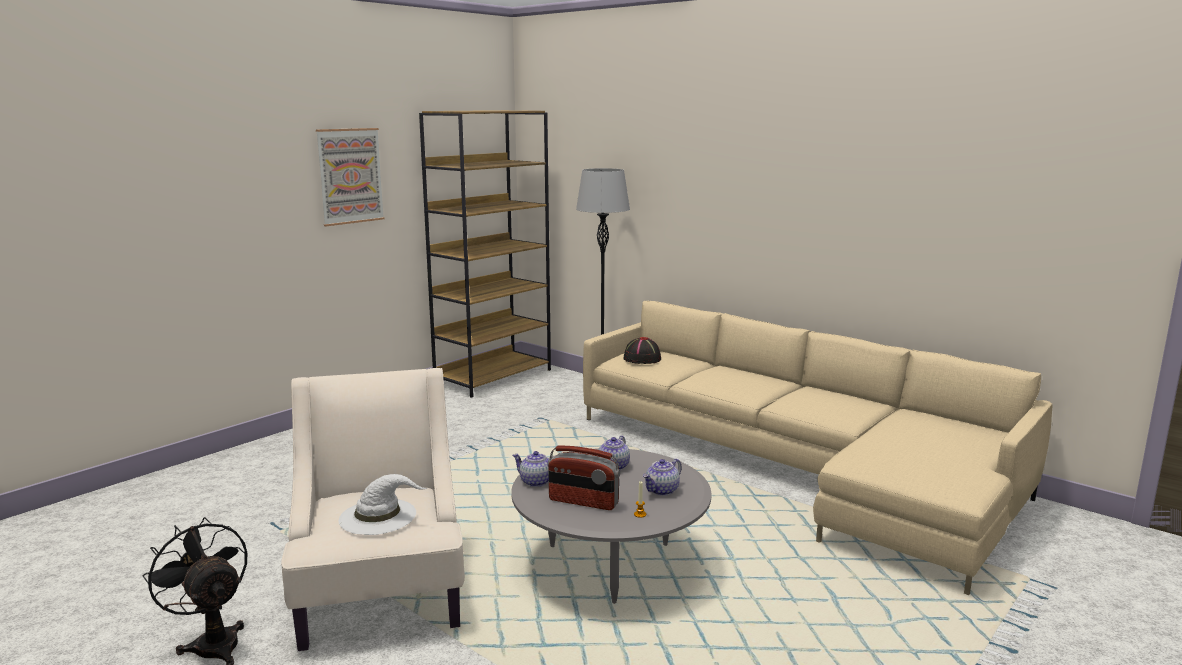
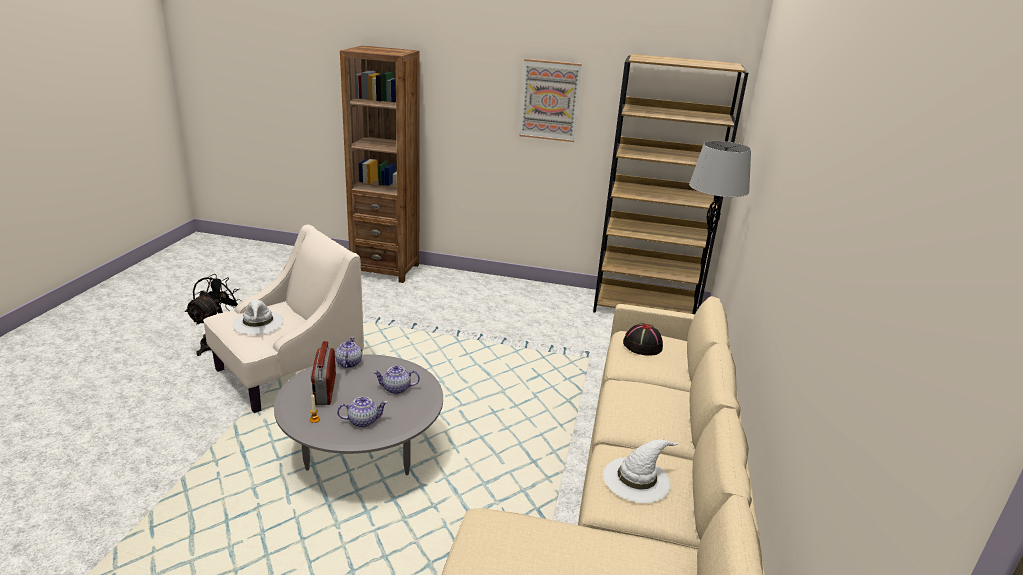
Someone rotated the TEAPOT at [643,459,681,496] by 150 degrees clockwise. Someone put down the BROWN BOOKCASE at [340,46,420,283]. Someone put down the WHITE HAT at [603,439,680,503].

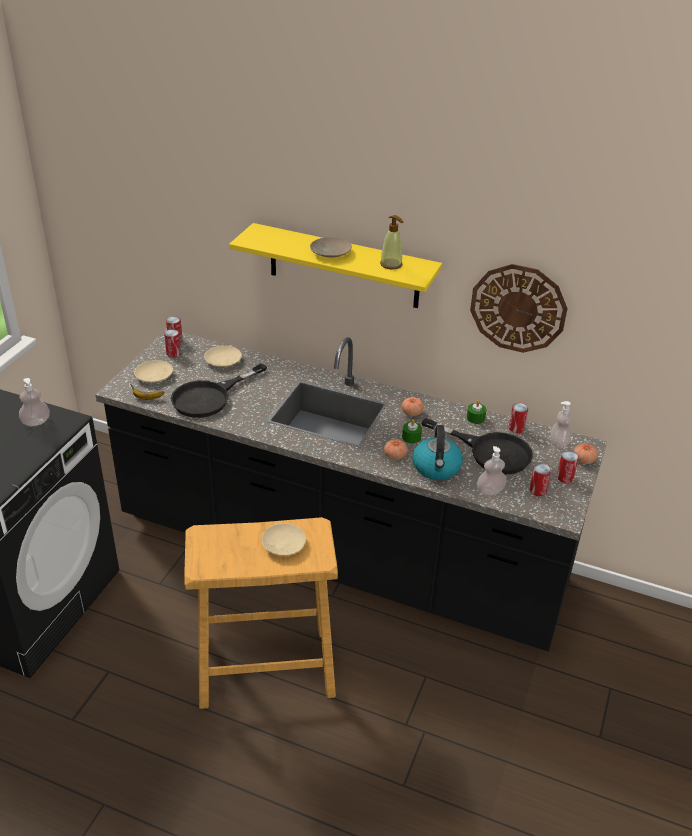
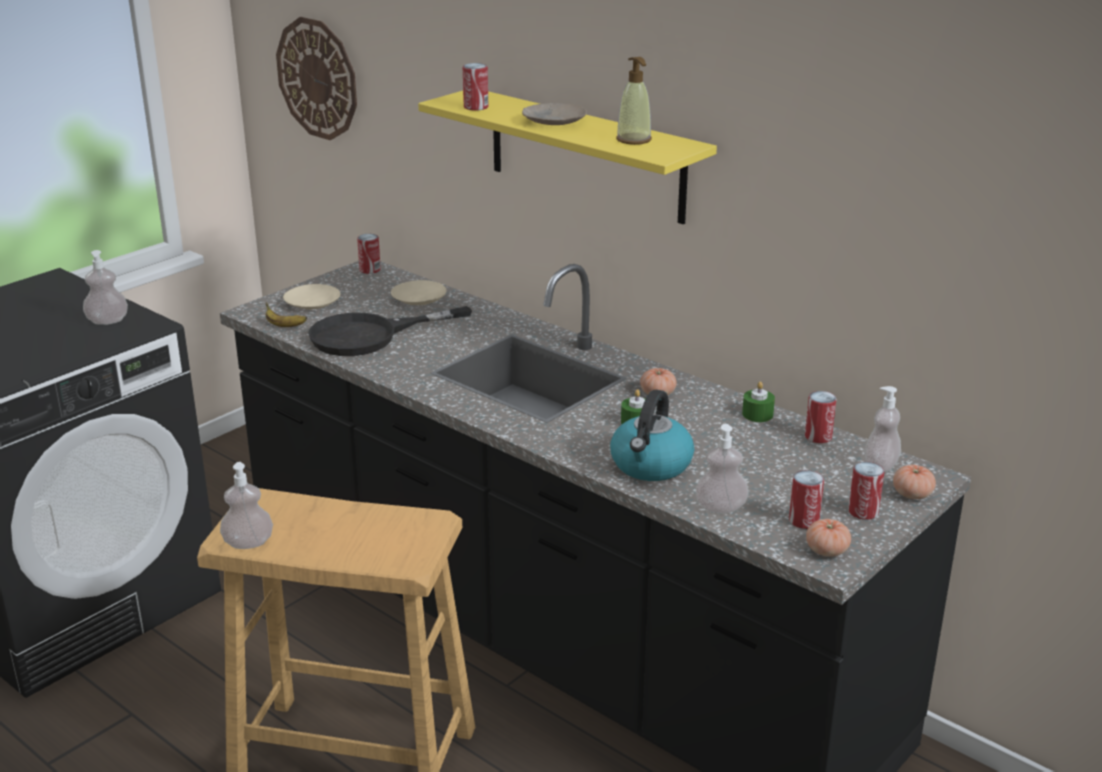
Someone put down the SOAP DISPENSER at [220,462,273,549]. Someone carried the WALL CLOCK from [470,264,568,353] to [276,17,357,140]. Someone carried the CAN from [164,329,181,357] to [463,63,488,111]. Someone carried the TOMATO from [384,439,408,460] to [806,519,851,557]. Someone took away the BEIGE PLATE at [262,523,306,556]. Someone took away the BLACK FRYING PAN at [421,418,533,475].

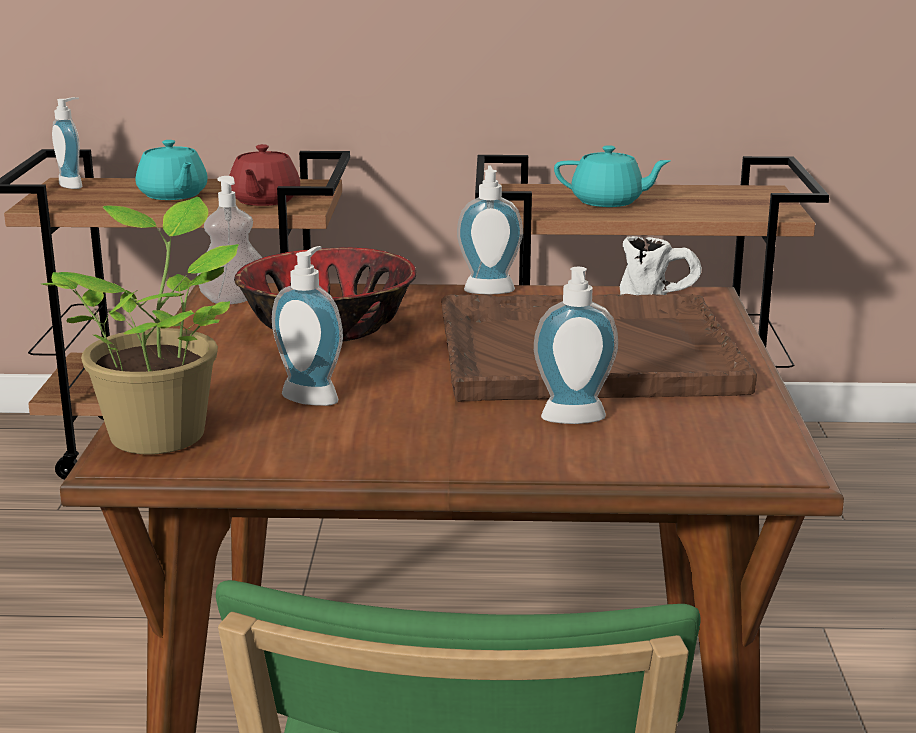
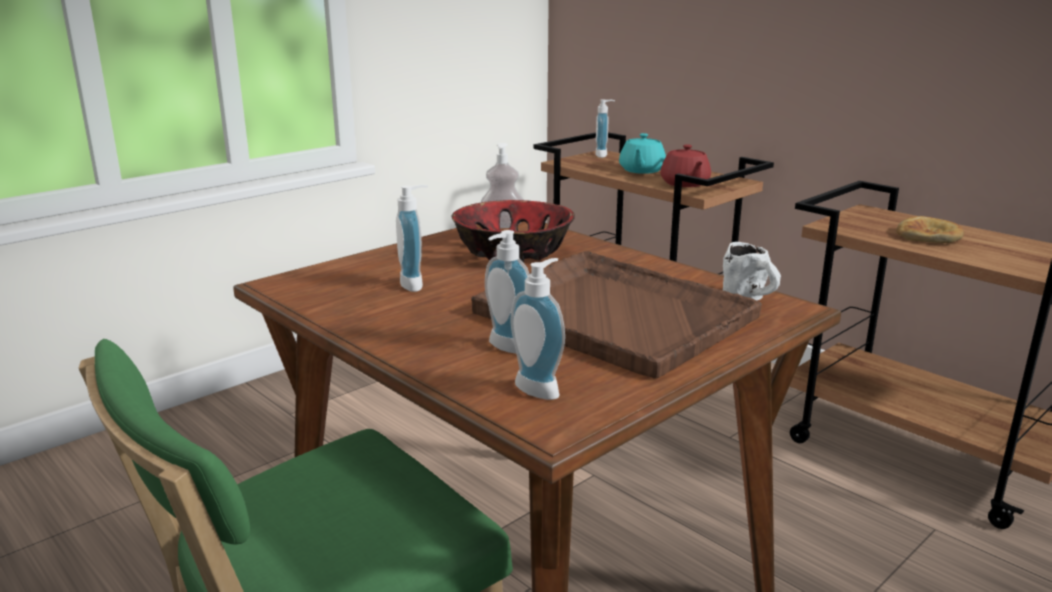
Someone carried the SOAP DISPENSER from [457,166,523,295] to [511,258,565,400]. Someone rotated the RED TEAPOT at [229,144,300,206] by 60 degrees counterclockwise. Someone swapped the TURQUOISE TEAPOT at [554,145,671,207] for the BREAD at [896,216,964,243]. Someone took away the POTTED PLANT at [42,196,239,454].

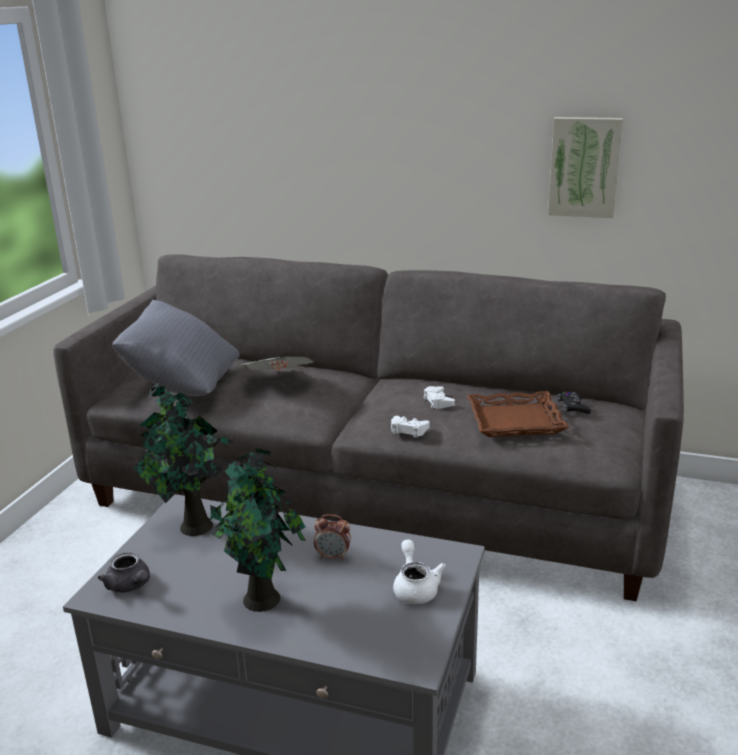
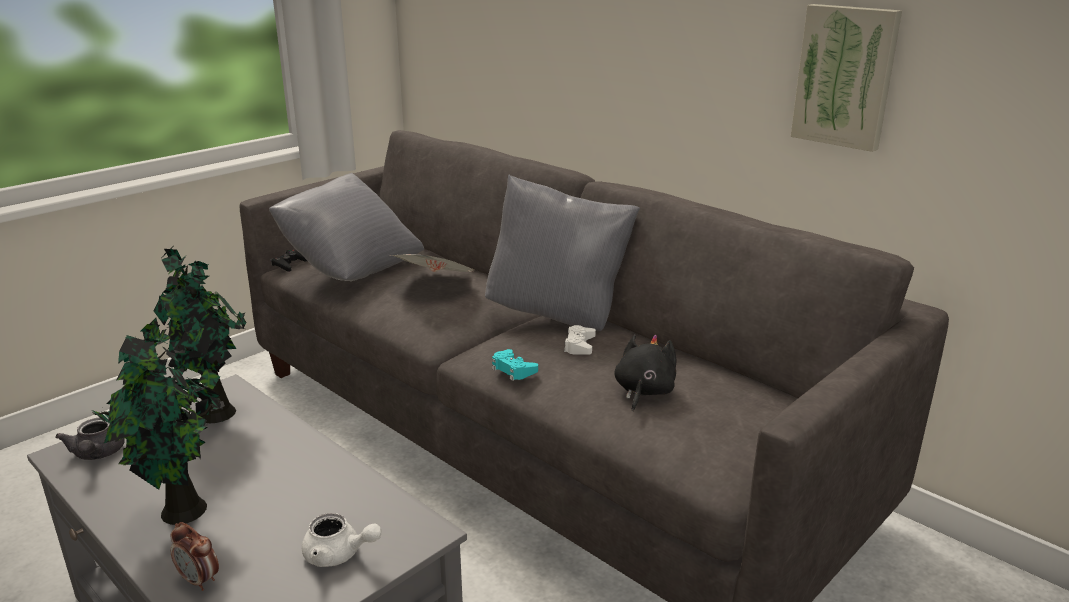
Someone carried the ALARM CLOCK from [314,514,351,560] to [170,522,219,591]. Someone carried the BLACK GAME CONTROLLER from [558,392,591,414] to [271,250,307,272]. Someone rotated the WHITE TEAPOT at [393,539,446,604] by 90 degrees clockwise. Someone put down the GREY PILLOW at [485,174,640,331]. Someone repainted the WHITE GAME CONTROLLER at [391,416,430,438], which became the TURQUOISE GAME CONTROLLER at [492,349,538,381]. Someone swapped the BROWN TRAY at [467,391,569,437] for the BLACK PLUSH TOY at [614,334,677,412].

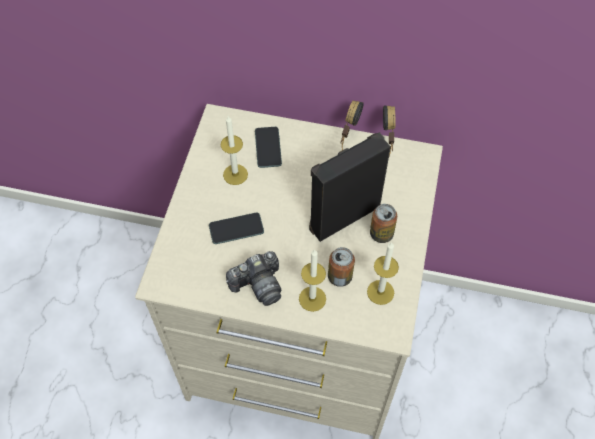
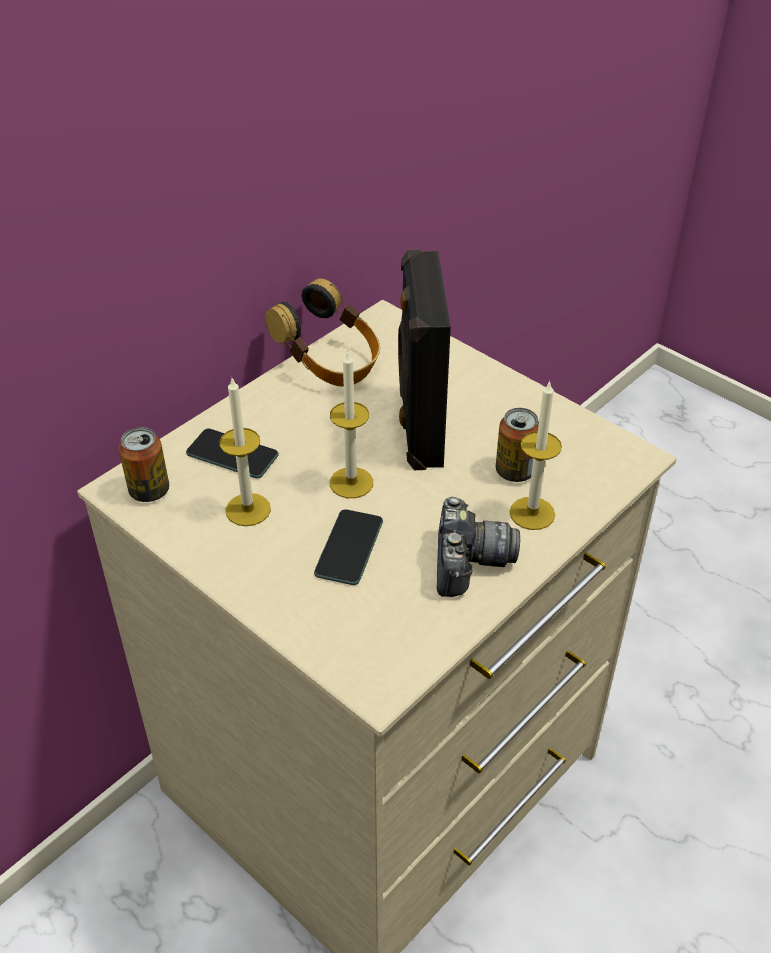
Someone carried the CAN from [370,204,397,243] to [119,427,169,502]. Someone carried the CANDLE from [367,242,399,305] to [330,350,373,498].

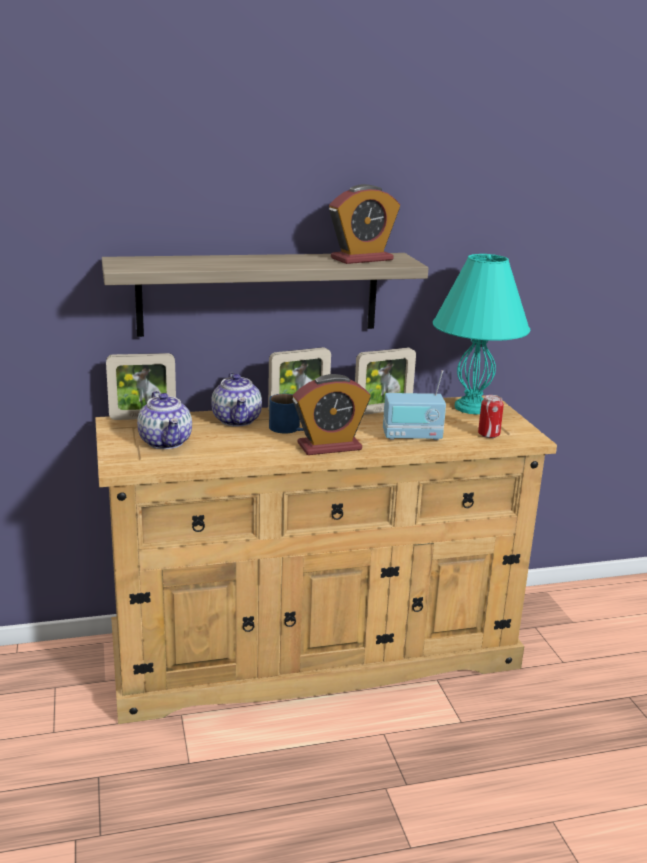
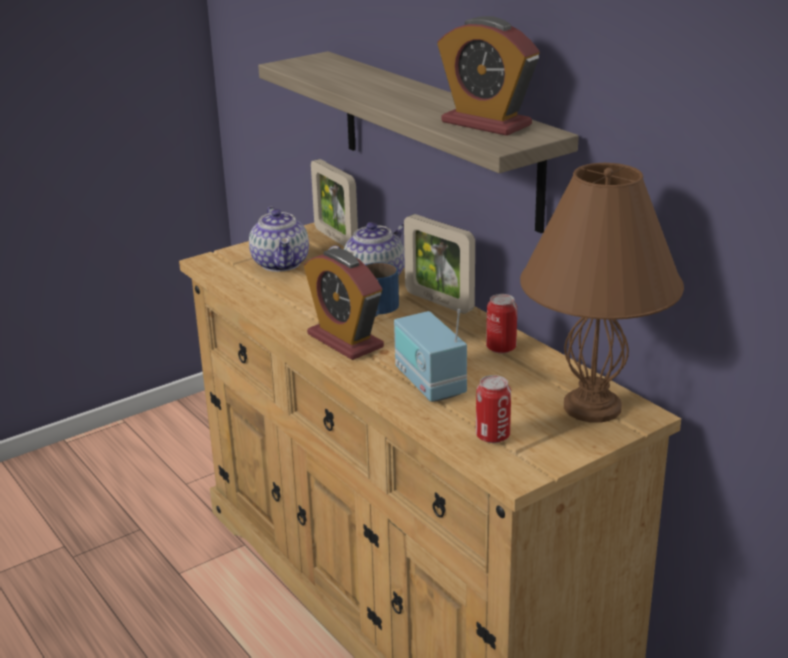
Someone rotated the TEAPOT at [137,391,192,449] by 60 degrees counterclockwise. Someone swapped the PICTURE FRAME at [355,348,416,415] for the CAN at [486,294,517,354]. Someone repainted the TURQUOISE TABLE LAMP at [433,254,530,414], which became the BROWN TABLE LAMP at [520,163,684,423].

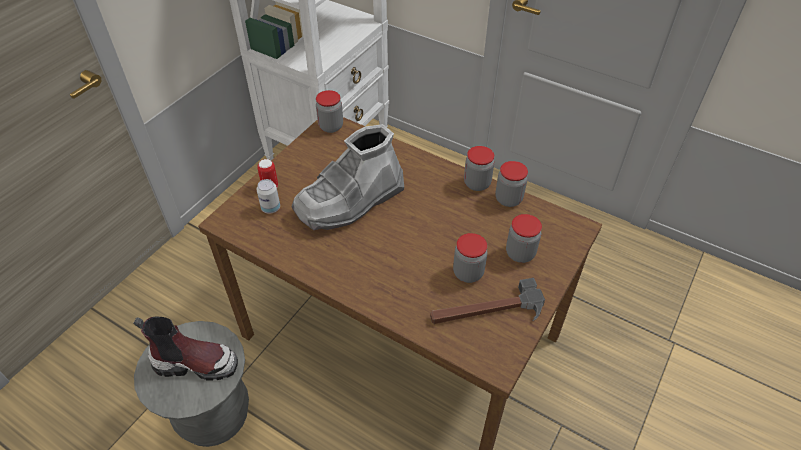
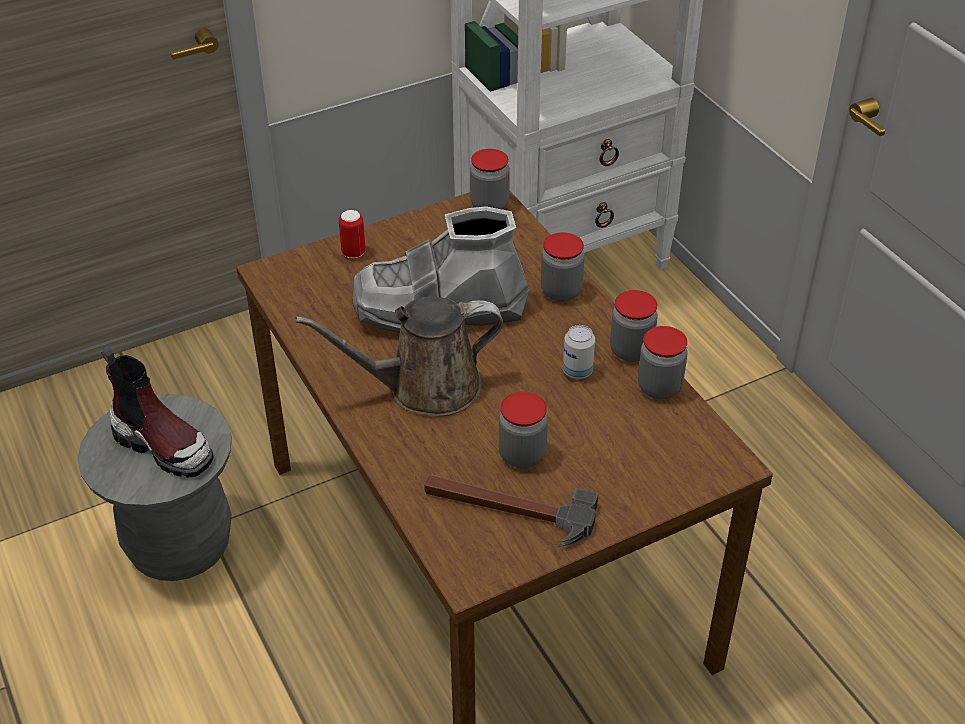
Someone put down the BROWN WATERING CAN at [295,296,503,416]. Someone carried the JAR from [506,214,542,263] to [541,232,585,301]. Someone carried the CAN from [256,179,280,214] to [563,325,595,379].

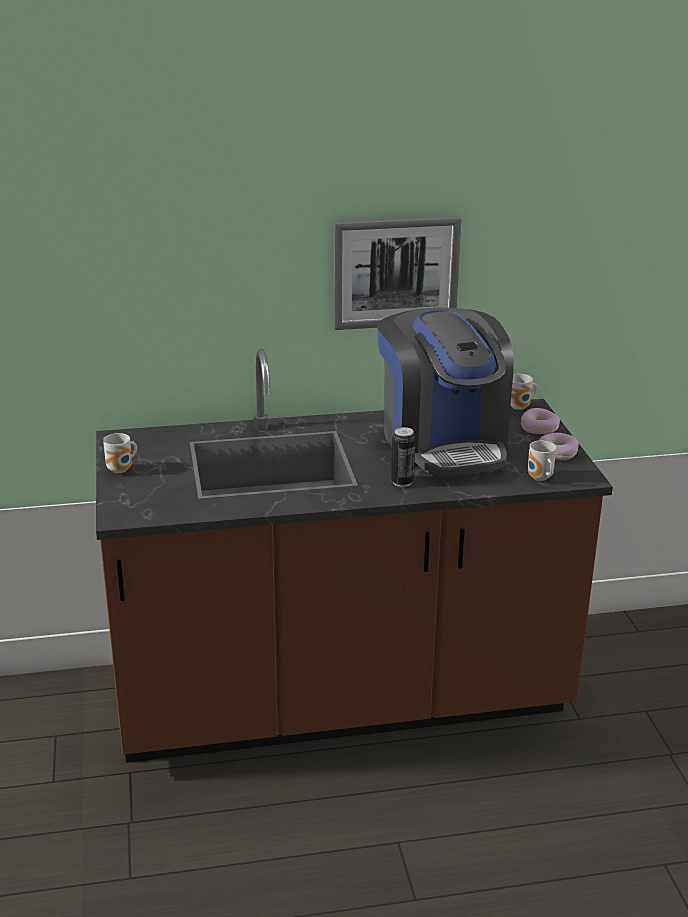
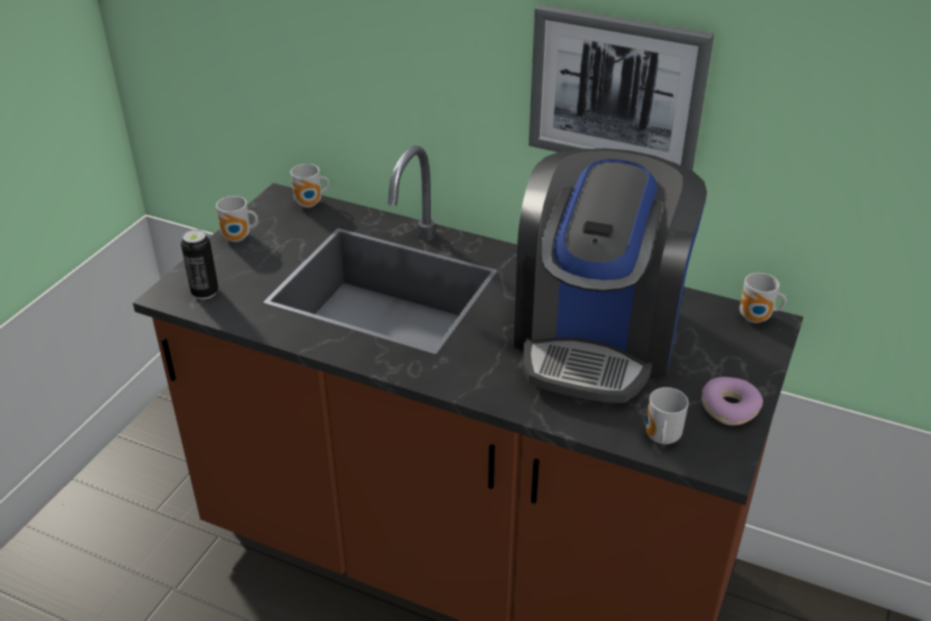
Someone carried the CAN from [391,427,416,487] to [181,229,218,300]. Someone put down the MUG at [290,164,330,208]. Someone took away the DONUT at [521,408,560,434].

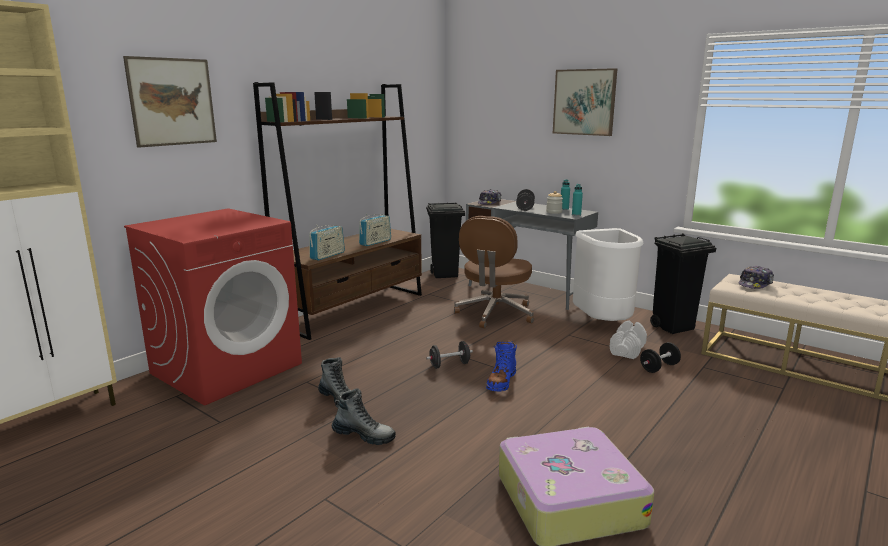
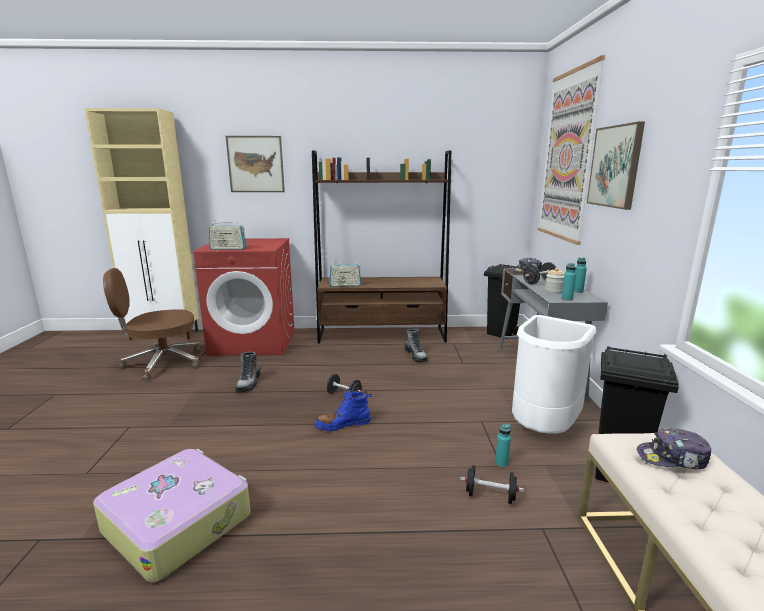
Someone carried the BROWN OFFICE CHAIR from [454,216,534,328] to [103,268,201,381]. Someone carried the RADIO from [359,214,391,246] to [209,222,247,250]. Someone carried the BOOT from [332,388,396,445] to [404,329,428,362]. Someone swapped the WHITE DUMBBELL at [610,320,647,359] for the TURQUOISE BOTTLE at [495,424,511,467]. Someone put up the PICTURE at [538,55,605,245].

